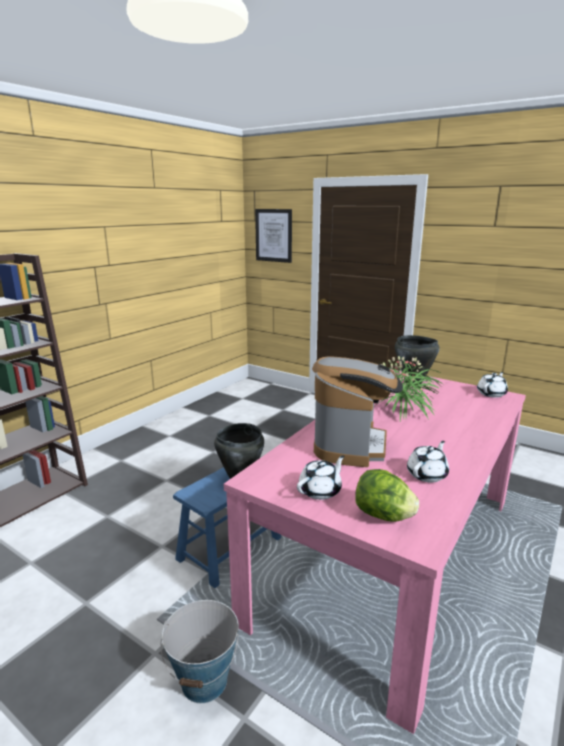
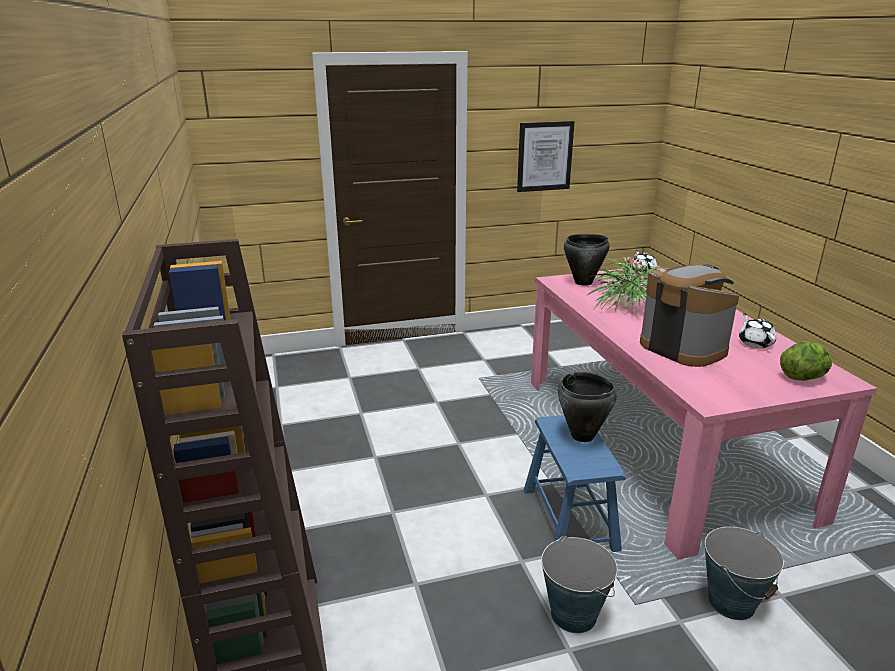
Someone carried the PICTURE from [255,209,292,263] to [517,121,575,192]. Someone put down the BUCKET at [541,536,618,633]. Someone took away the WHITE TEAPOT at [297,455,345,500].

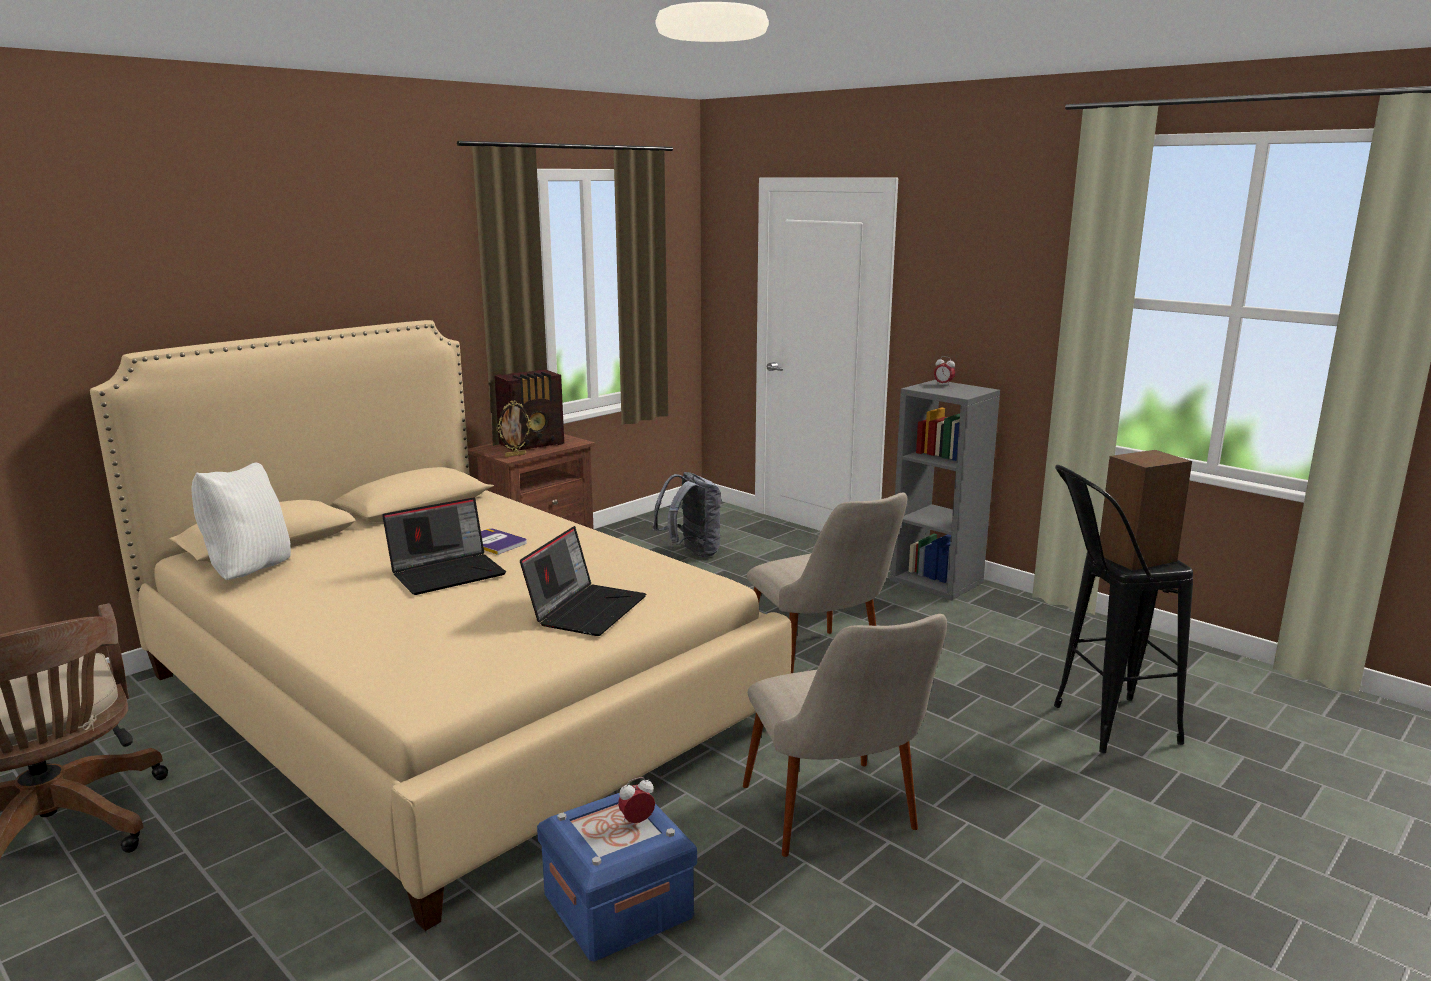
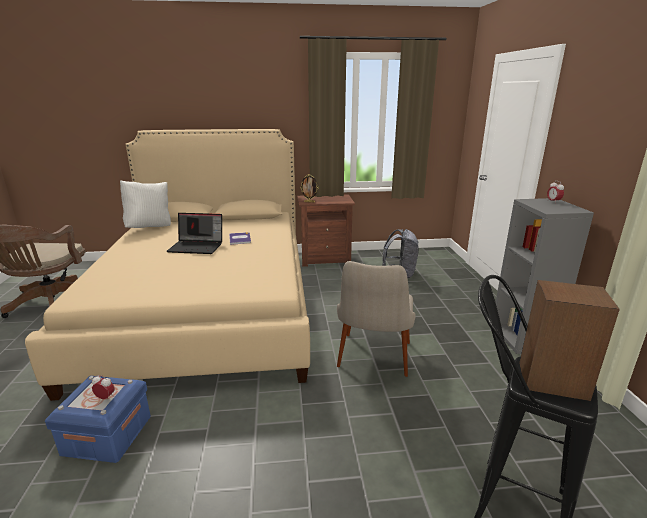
Someone took away the RADIO at [494,370,564,452]. Someone took away the LAPTOP at [520,526,646,636]. Someone took away the BEIGE CHAIR at [743,614,947,857].

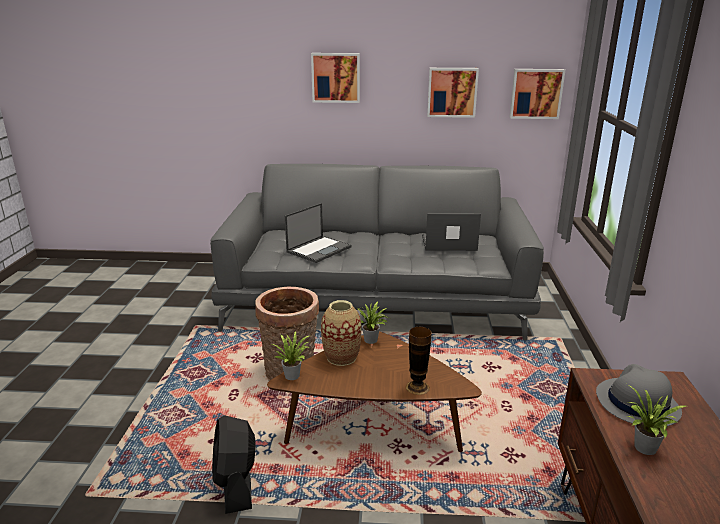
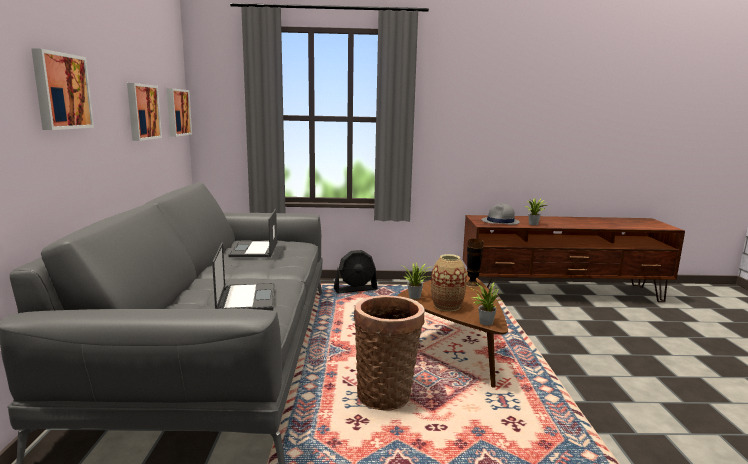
Someone rotated the LAPTOP at [285,203,352,263] by 45 degrees clockwise. Someone carried the BLACK FAN from [212,415,255,514] to [334,250,377,294].

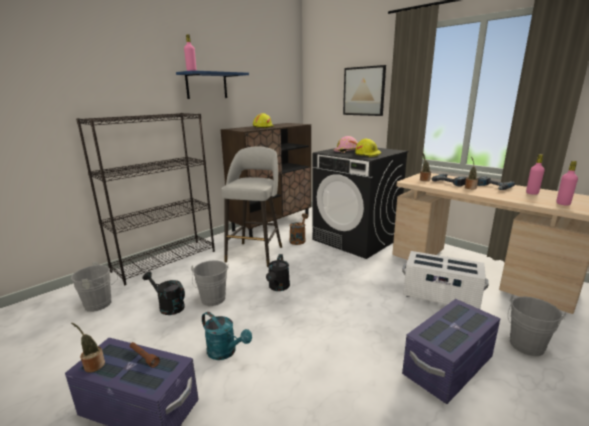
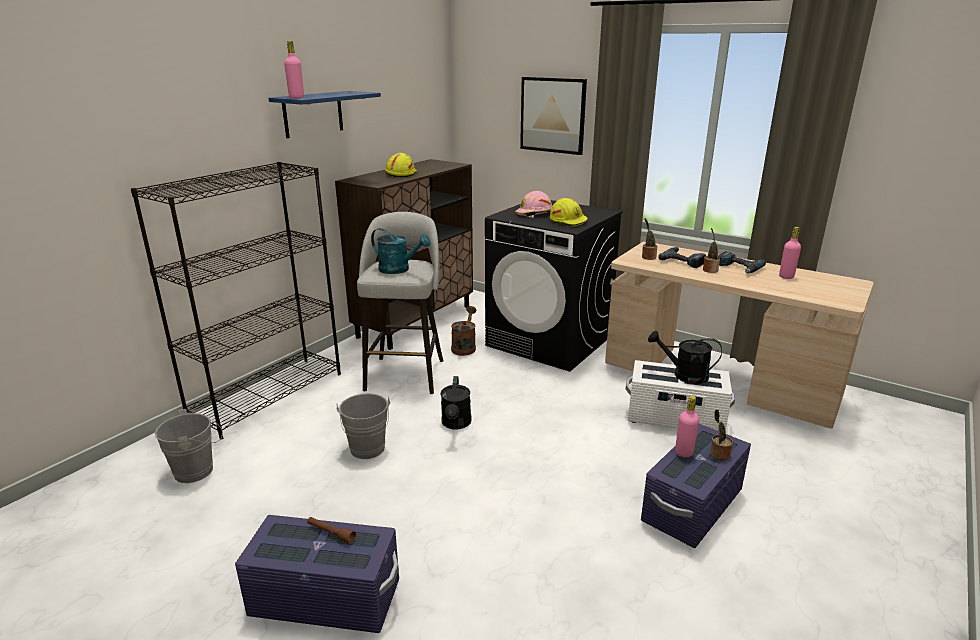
Someone carried the TURQUOISE WATERING CAN from [202,312,252,360] to [371,228,431,274]. Someone carried the BLACK WATERING CAN from [142,271,185,315] to [648,330,722,384]. Someone carried the PINK BOTTLE from [556,161,578,205] to [675,395,699,458]. Someone carried the POTTED PLANT from [71,323,105,373] to [710,409,733,460]. Someone took away the GREY BUCKET at [508,296,566,356].

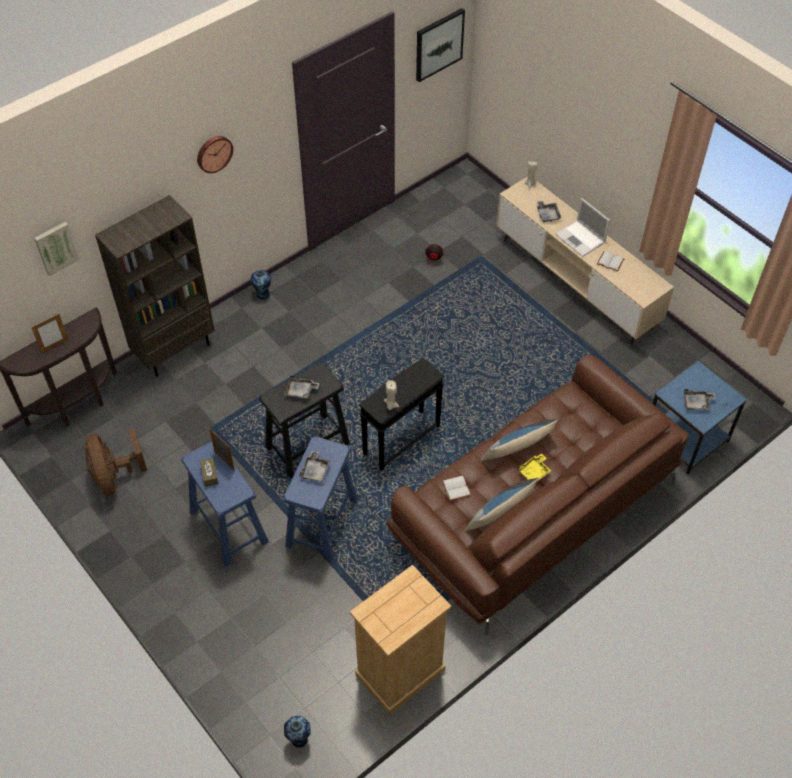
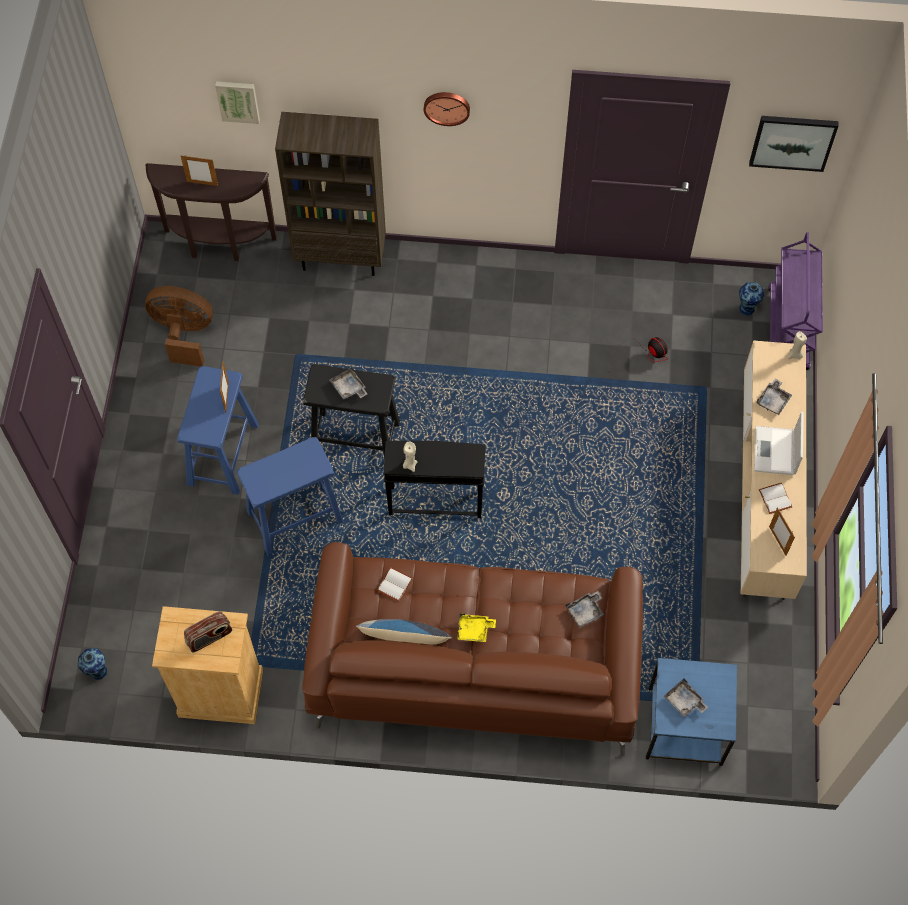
Someone rotated the BROWN FAN at [85,429,147,496] by 75 degrees clockwise. Someone put down the RADIO at [184,611,232,653]. Someone carried the GREY TRAY from [299,450,331,482] to [565,591,604,628]. Someone carried the VASE from [251,270,271,300] to [739,282,764,315]. Someone put down the PURPLE CART at [768,232,823,370]. Someone put down the PICTURE FRAME at [769,507,795,556]. Someone took away the BROWN TISSUE BOX at [200,458,218,487]. Someone took away the PILLOW at [481,419,558,461].

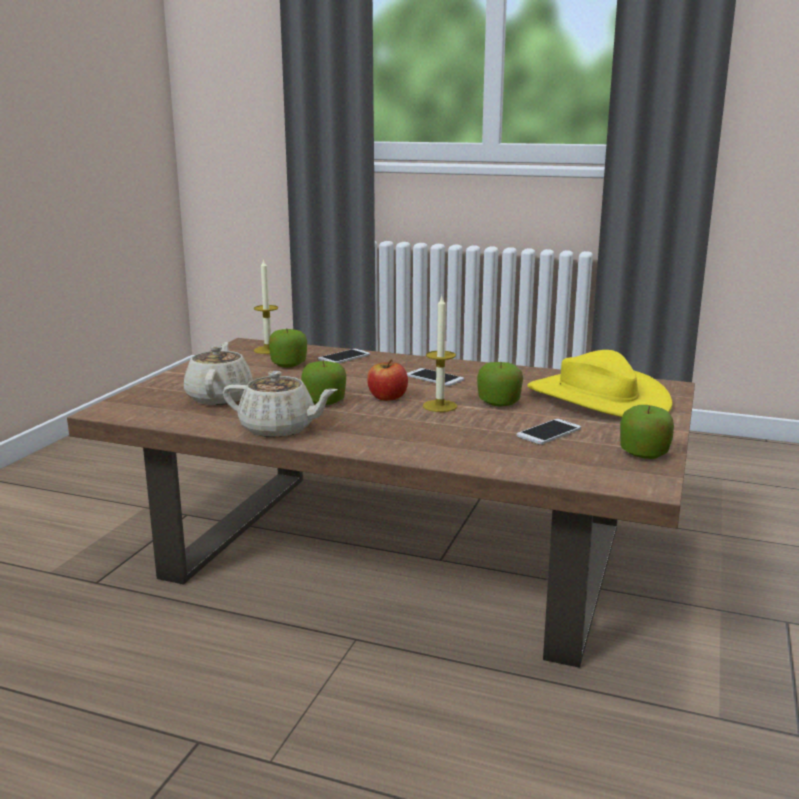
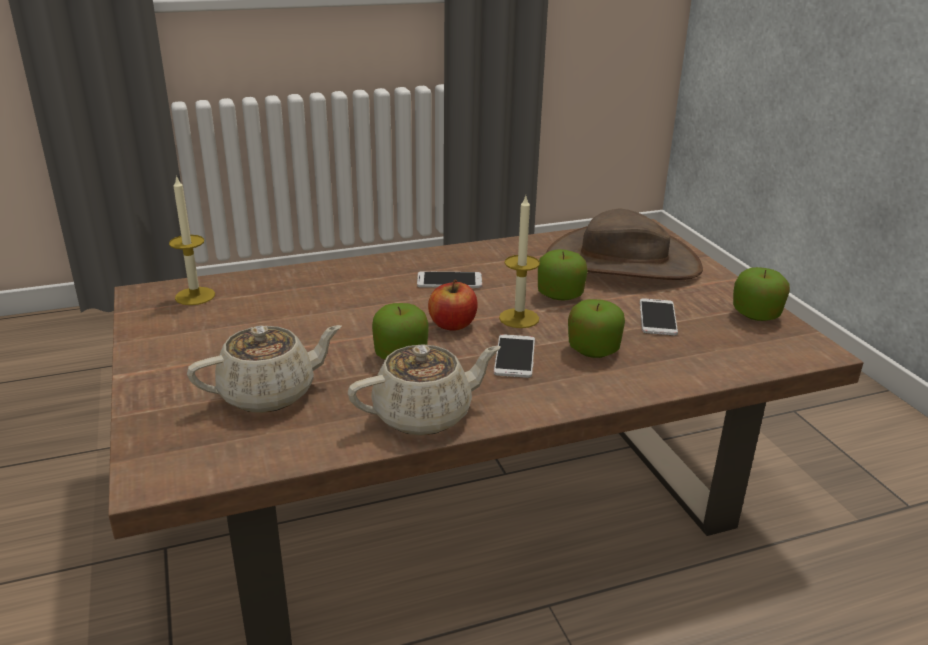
Someone rotated the BEIGE TEAPOT at [184,342,253,405] by 105 degrees clockwise. Someone carried the PHONE from [318,349,370,363] to [494,334,535,378]. Someone repainted the YELLOW HAT at [528,350,673,417], which became the BROWN HAT at [546,209,703,280]. Someone carried the APPLE from [269,329,307,368] to [568,299,625,358].

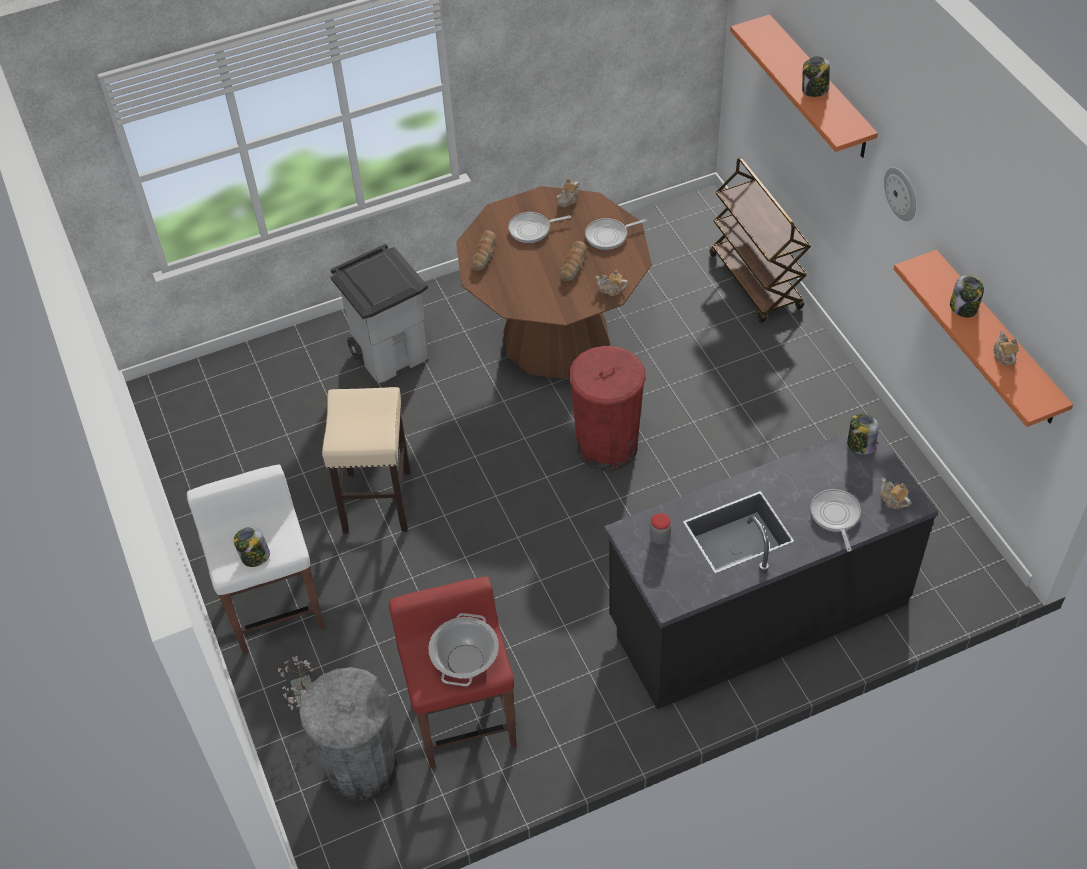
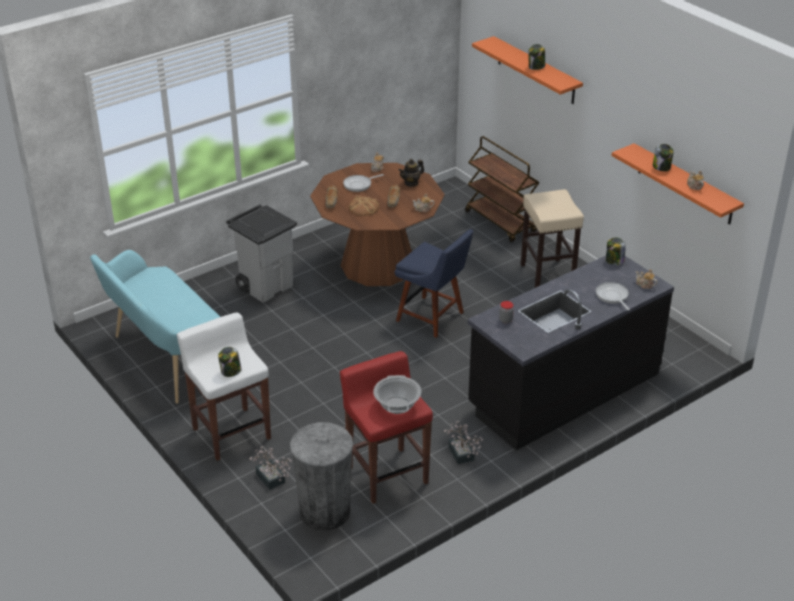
Someone put down the TURQUOISE BENCH at [90,250,220,404]. Someone put down the BREAD at [349,196,379,216]. Someone swapped the RED TRASH CAN at [569,346,646,472] for the BLUE CHAIR at [395,229,474,338]. Someone swapped the FRYING PAN at [585,218,647,250] for the TEAPOT at [399,159,424,187]. Someone put down the POTTED PLANT at [444,421,483,464]. Someone carried the BEIGE STOOL from [322,387,411,534] to [520,189,584,288]. Someone took away the WALL CLOCK at [884,167,916,221].

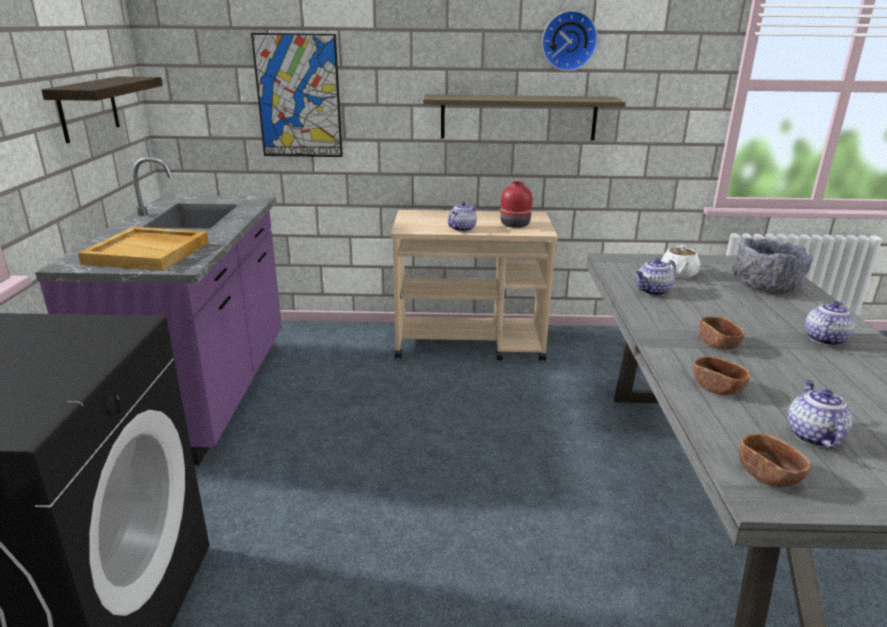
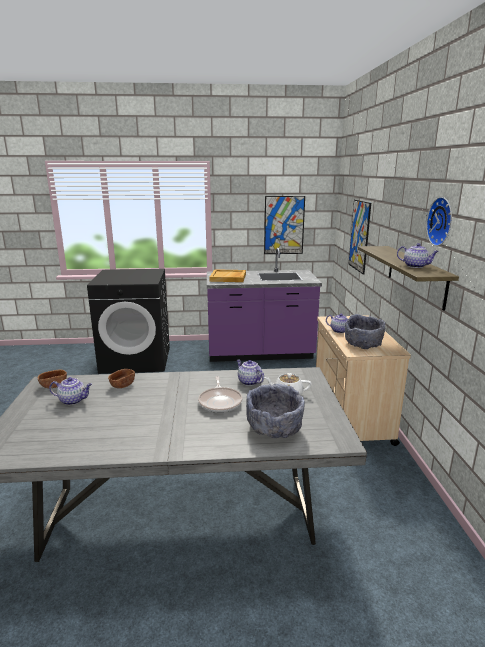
Someone put down the FRYING PAN at [198,376,242,413]. Someone swapped the SHELF at [41,77,163,143] for the PICTURE at [264,196,305,254]. Someone swapped the RED VASE at [500,181,532,228] for the GREY BOWL at [345,314,386,349]. Someone carried the TEAPOT from [805,301,855,346] to [397,243,439,268]. Someone took away the BROWN BOWL at [700,316,745,350].

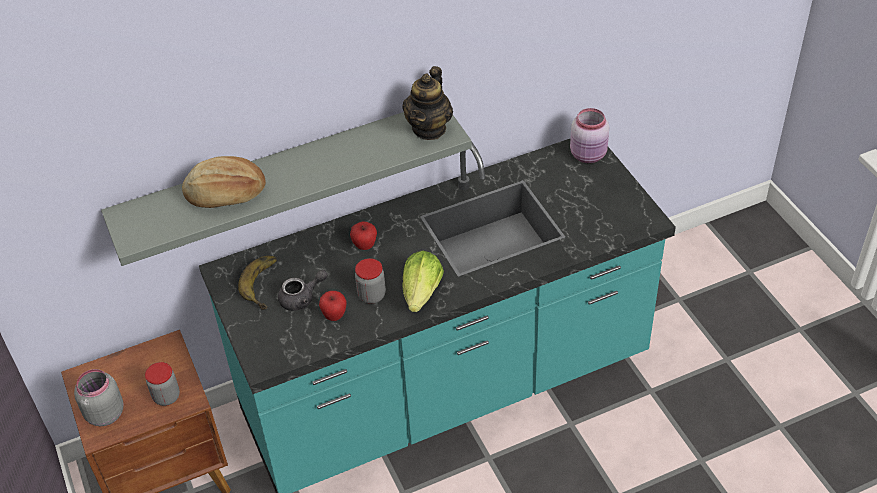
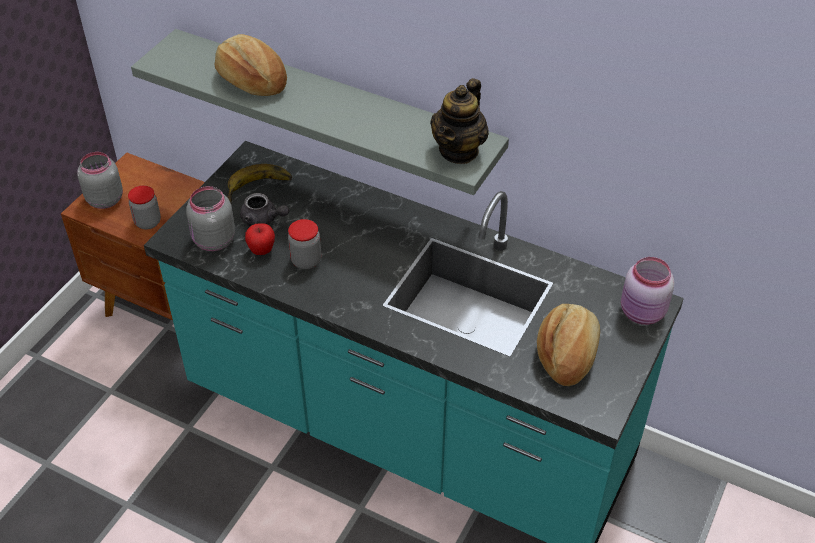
Someone put down the GREY JAR at [186,186,235,251]. Someone rotated the TEAPOT at [402,66,453,140] by 45 degrees counterclockwise. Someone put down the BREAD at [537,304,600,386]. Someone took away the APPLE at [350,221,377,250]. Someone took away the LETTUCE at [402,251,444,312].

